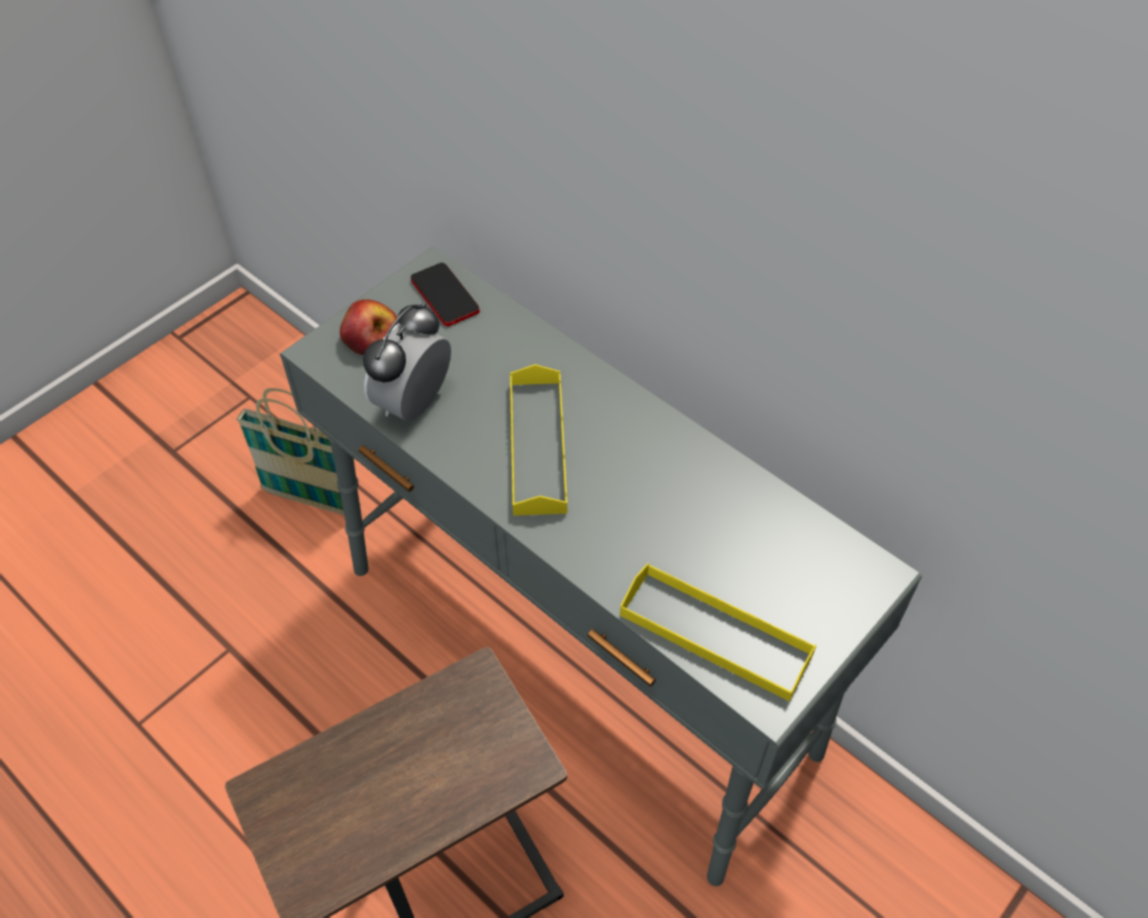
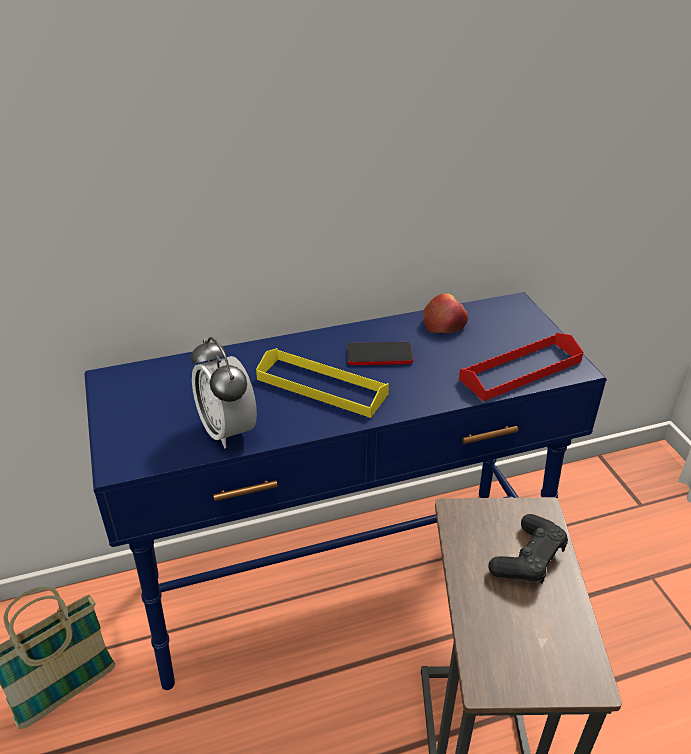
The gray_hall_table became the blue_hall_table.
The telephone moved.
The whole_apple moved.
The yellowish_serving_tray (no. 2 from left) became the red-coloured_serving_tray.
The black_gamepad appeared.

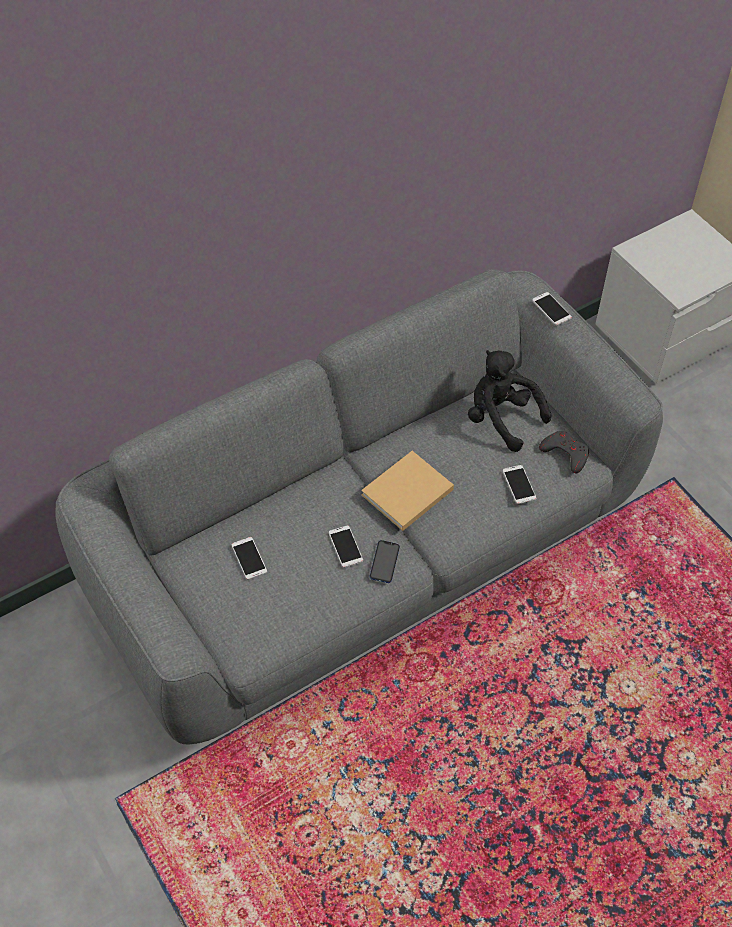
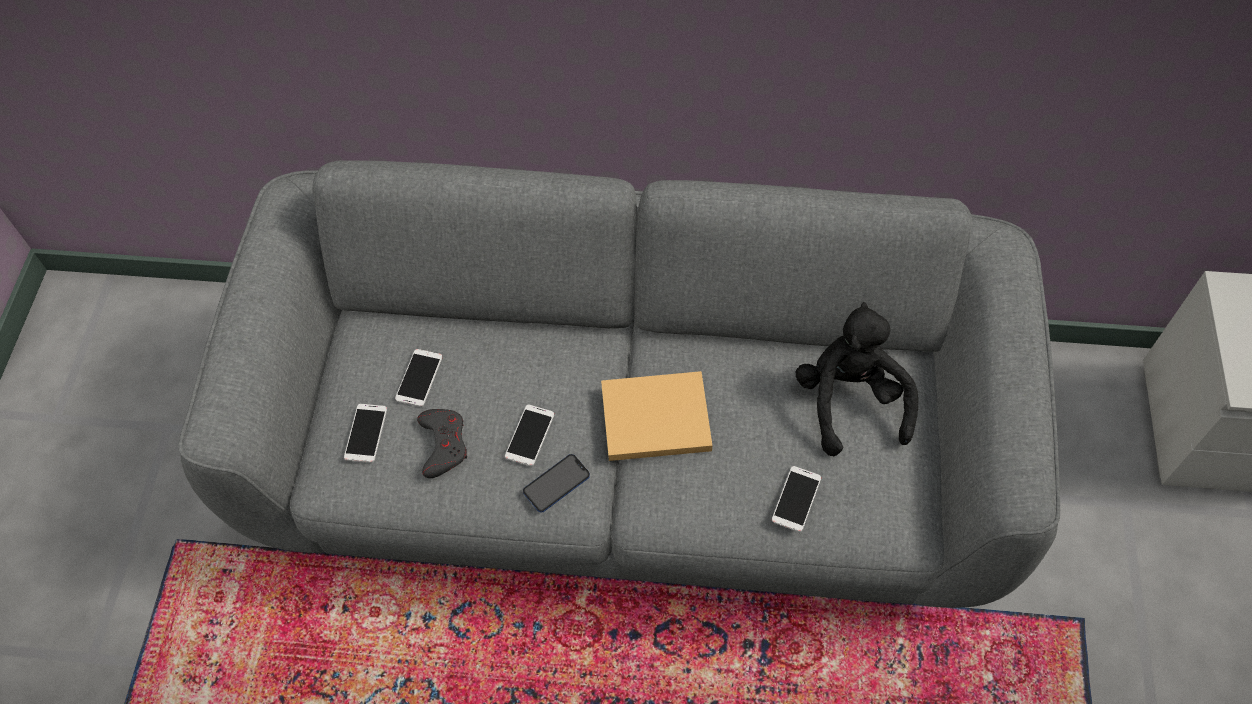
The telephone (no. 5 from left in the first image) moved.
The gray_gamepad moved.

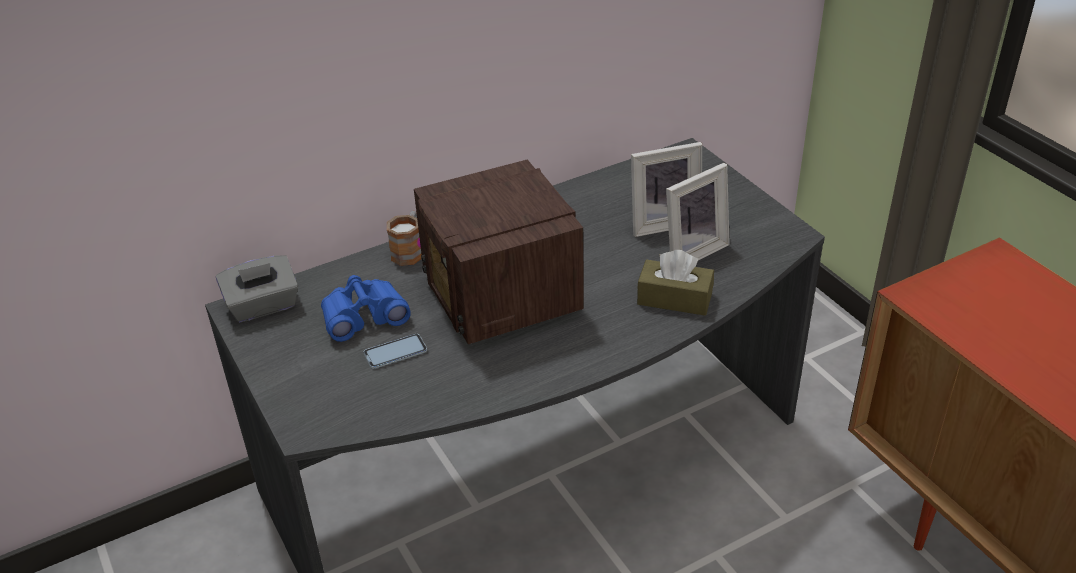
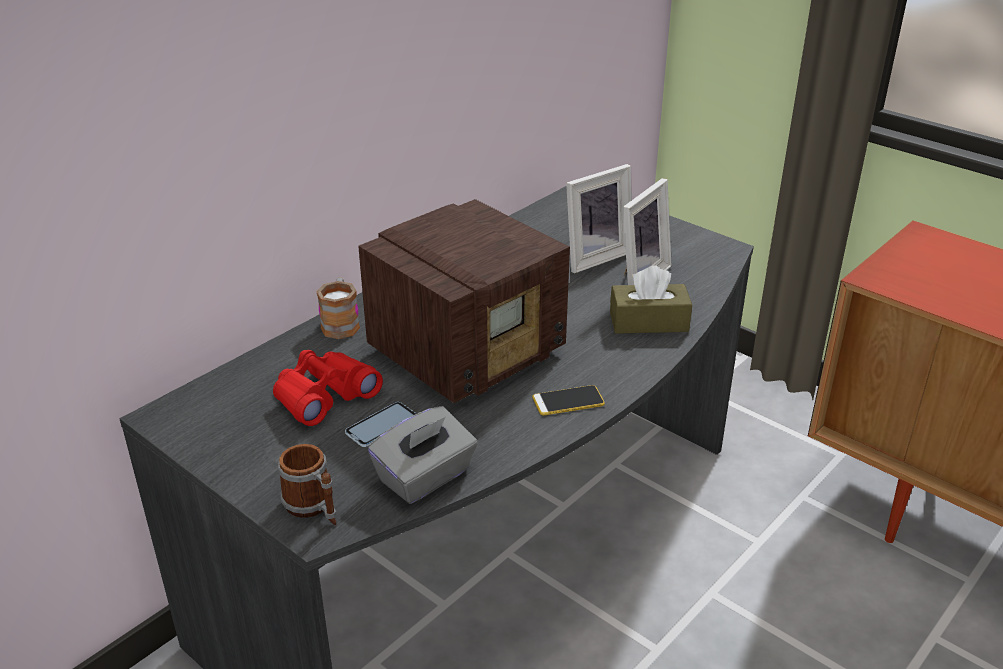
The blue_field_glasses became the red-coloured_field_glasses.
The tea_mug (no. 1 from left) appeared.
The radio turned 90 degrees counterclockwise.
The gray_tissue_holder moved.
The telephone (no. 2 from left) appeared.

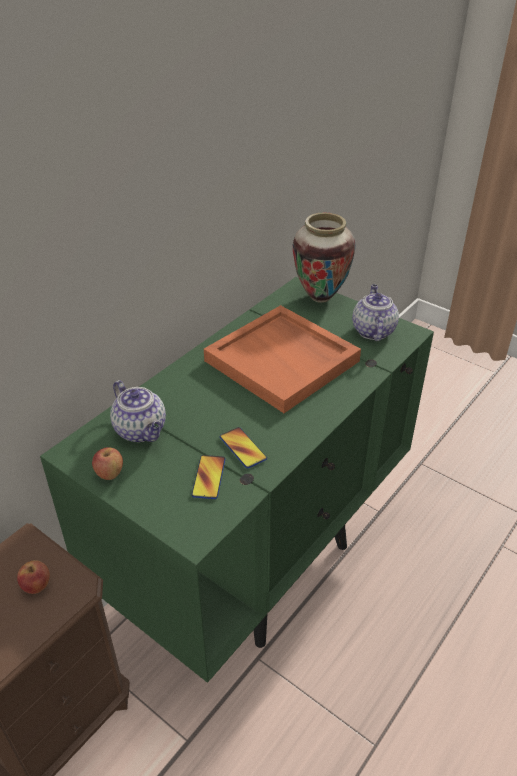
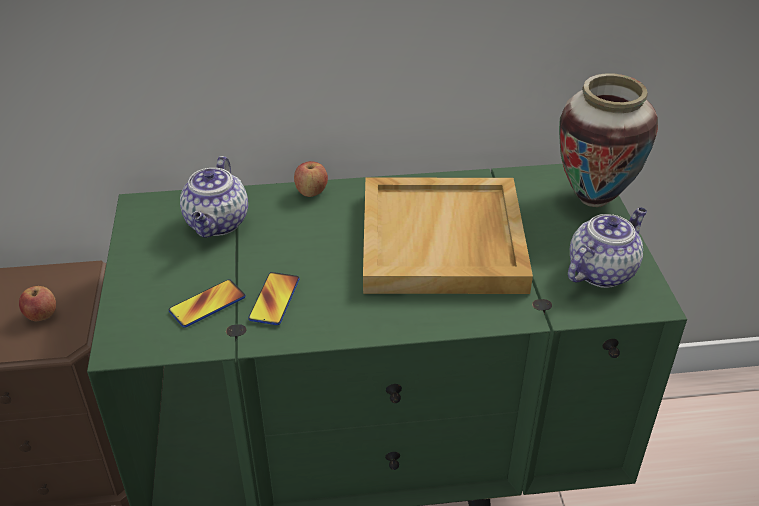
The whole_apple (no. 2 from left) moved.
The orangey_serving_tray became the beige_serving_tray.

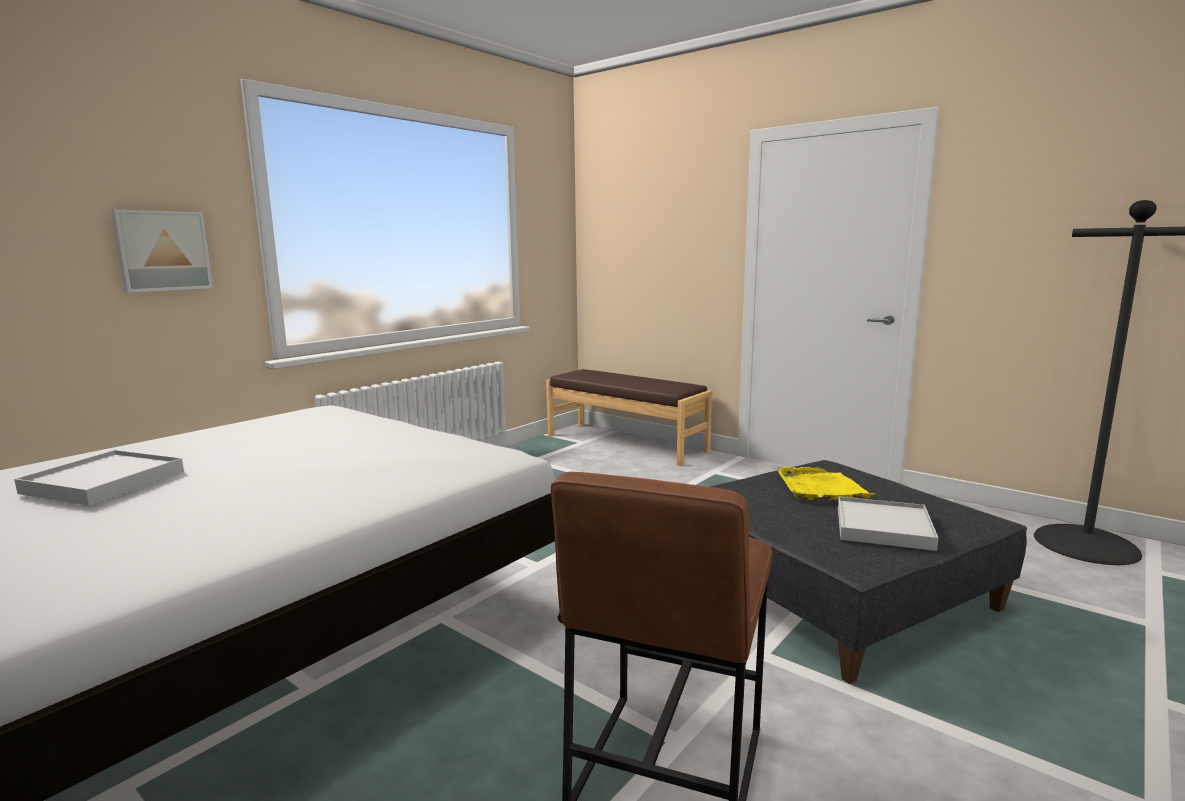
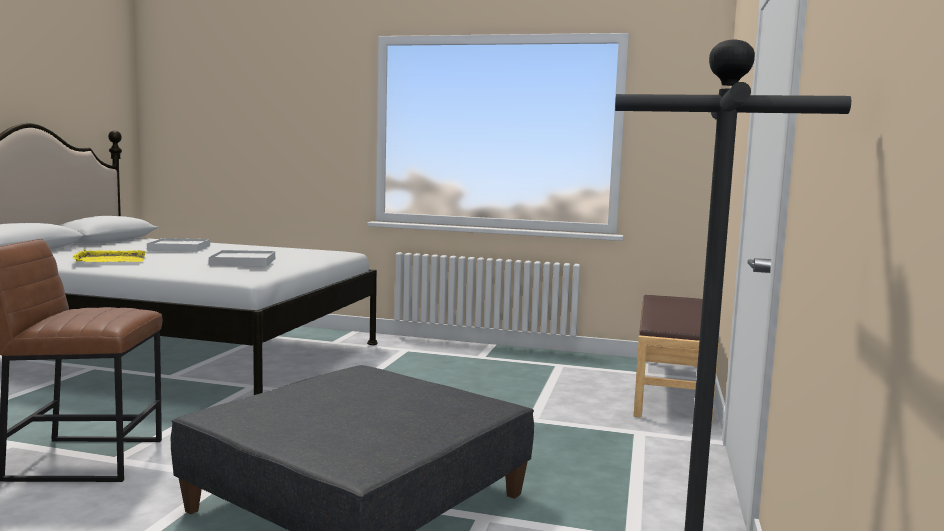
The yellowish_serving_tray moved.
The white_serving_tray (no. 2 from left) moved.
The wall_picture disappeared.

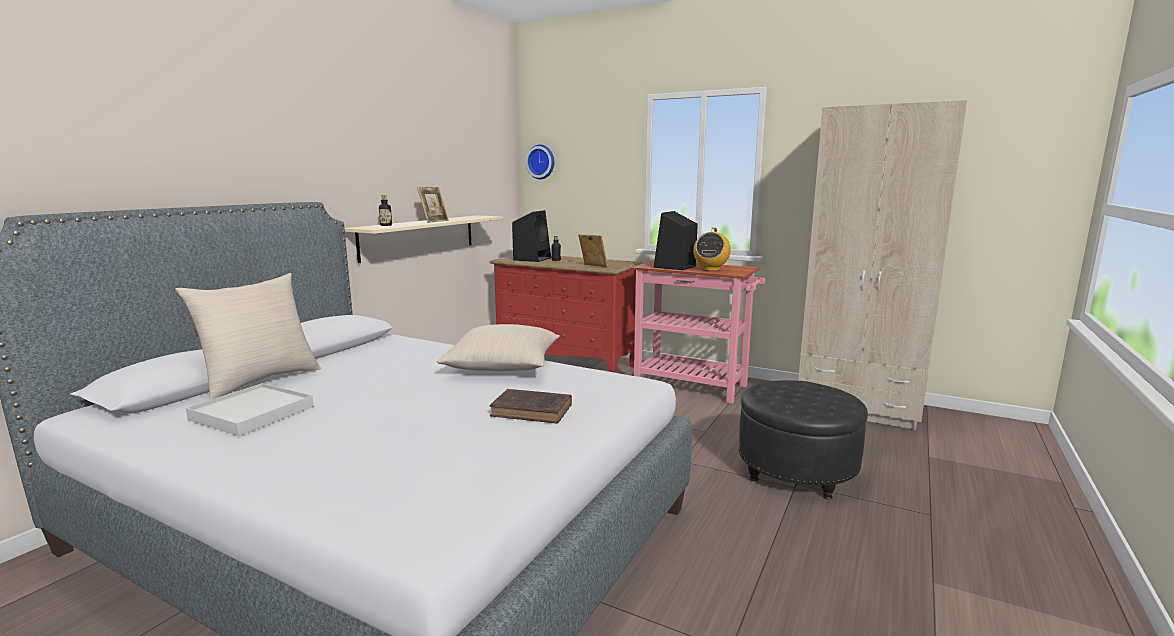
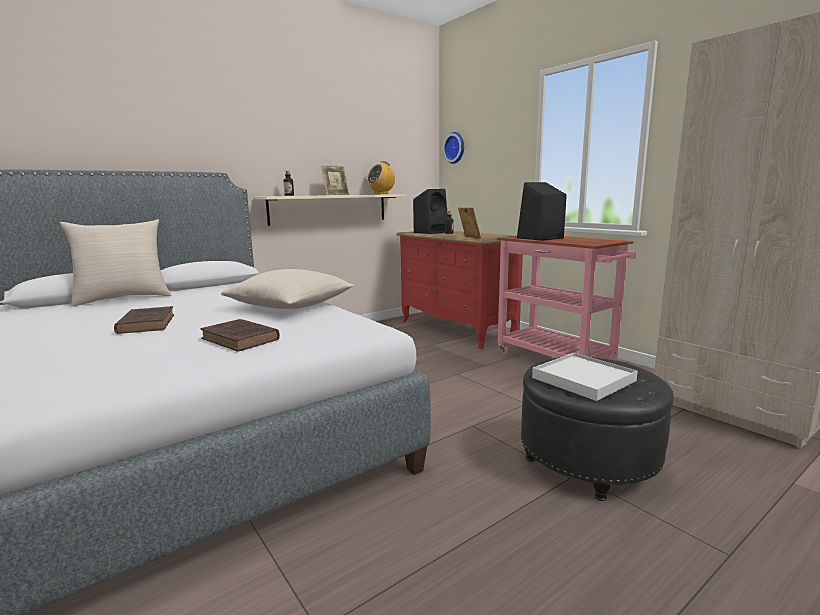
The brown_volume (no. 1 from left) appeared.
The radio moved.
The white_serving_tray moved.

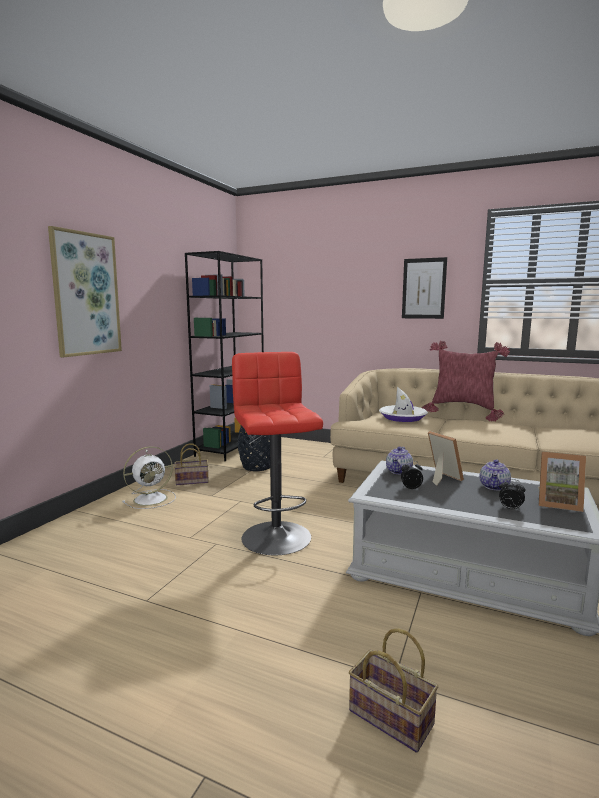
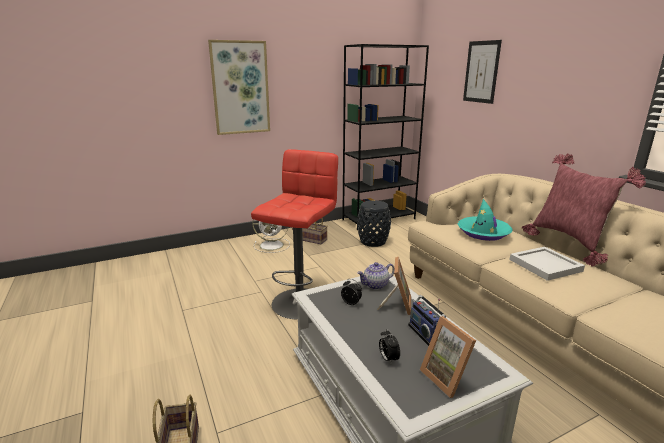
The teapot (no. 2 from left) was replaced by the radio.
The white_hat became the turquoise-coloured_hat.
The wall_picture (no. 2 from left) moved.
The white_serving_tray appeared.

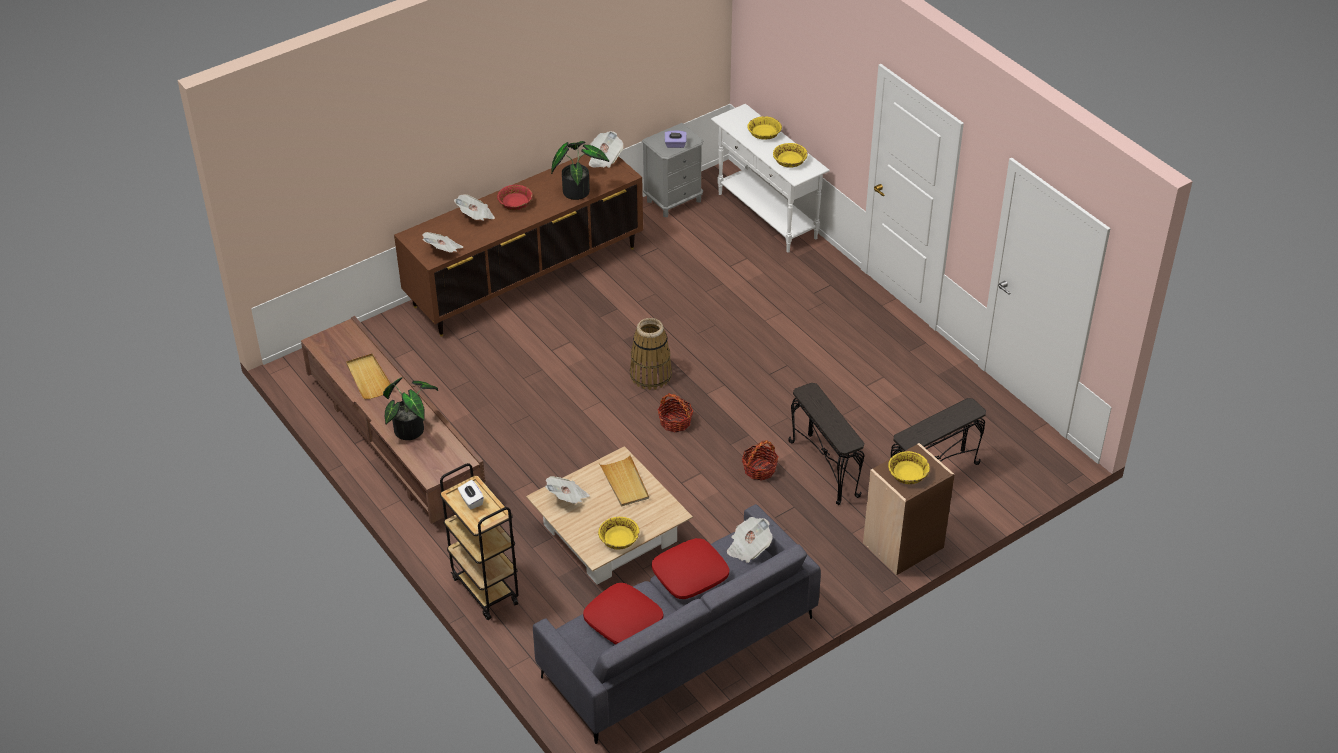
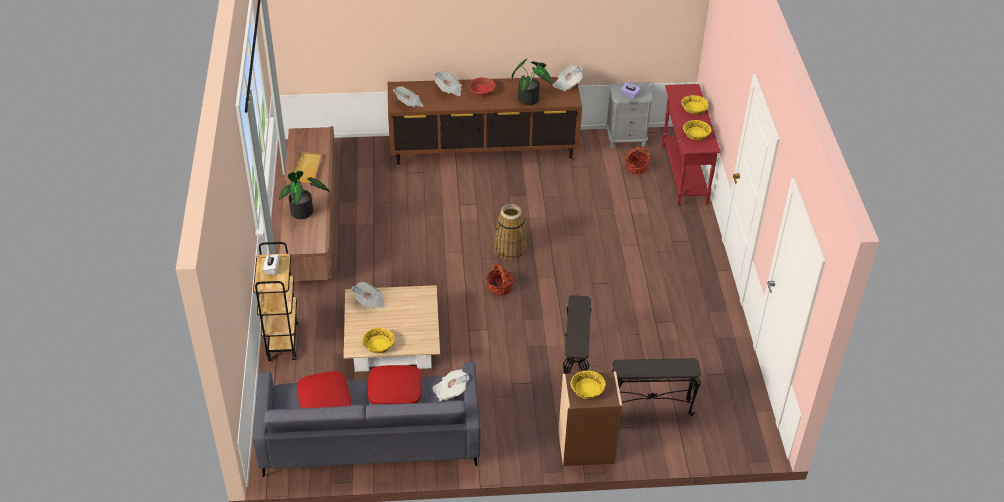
The basket (no. 3 from left) moved.
The white_hall_table became the red-coloured_hall_table.
The beige_serving_tray (no. 2 from left) disappeared.

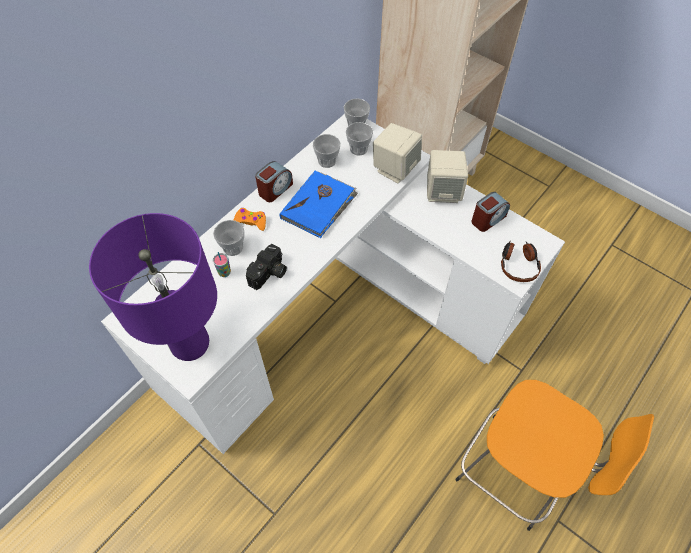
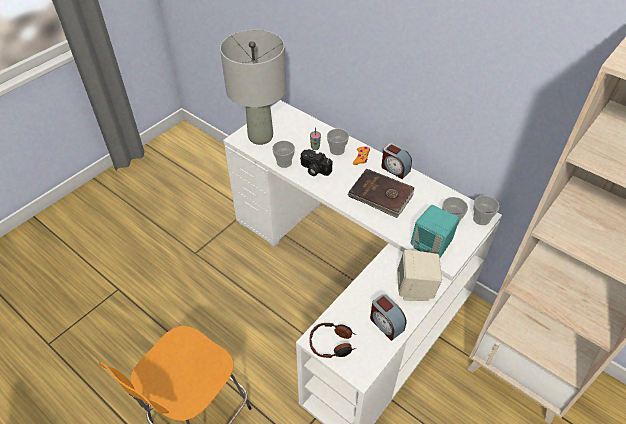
The purplish_table_lamp became the gray_table_lamp.
The drinking_cup (no. 3 from left in the first image) moved.
The blue_volume became the brown_volume.
The beige_speaker (no. 1 from left) became the turquoise-coloured_speaker.

